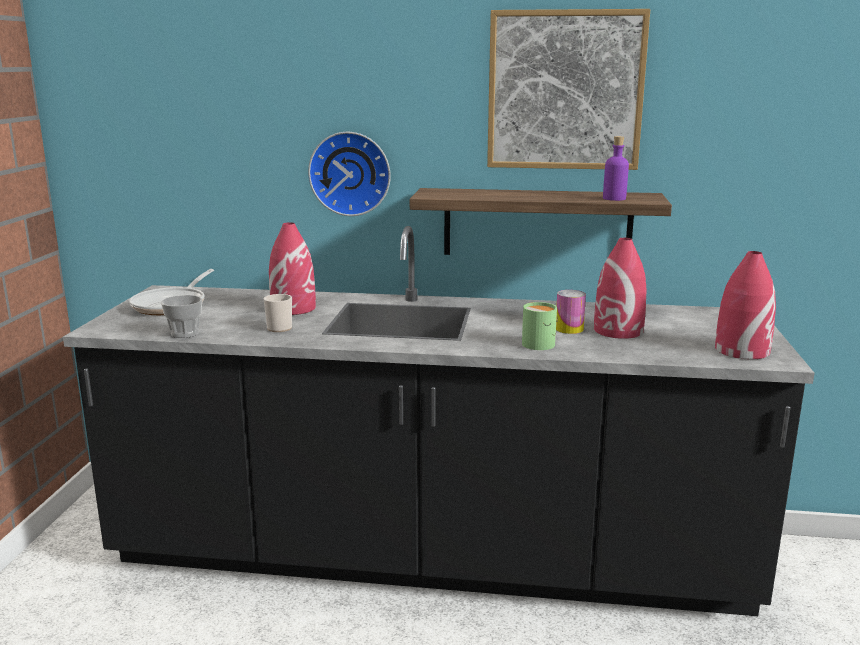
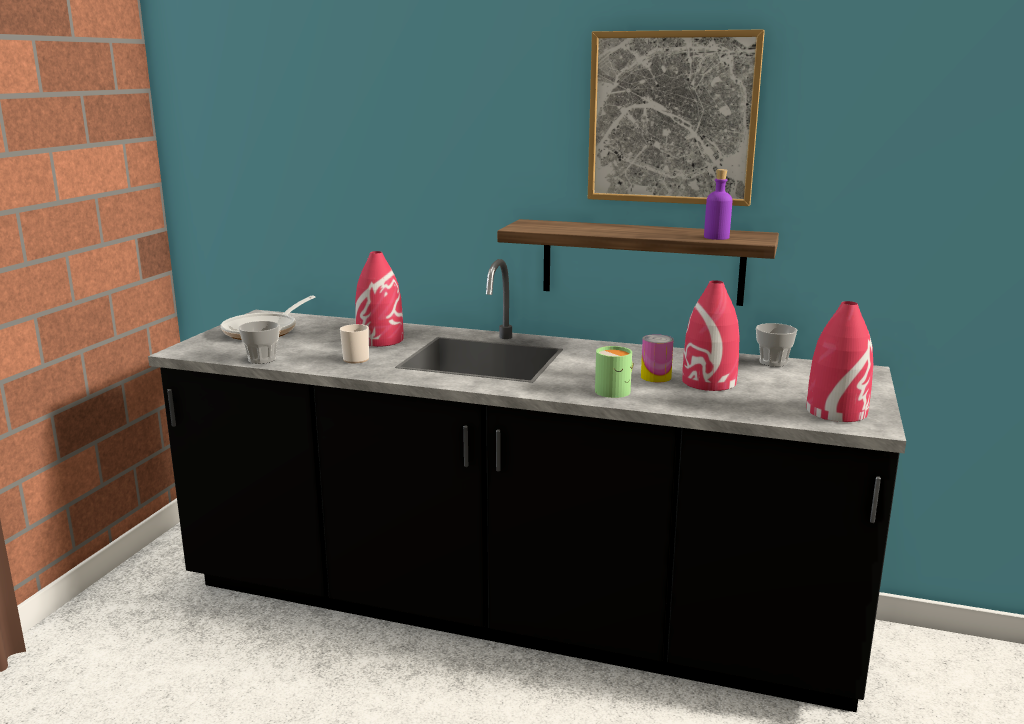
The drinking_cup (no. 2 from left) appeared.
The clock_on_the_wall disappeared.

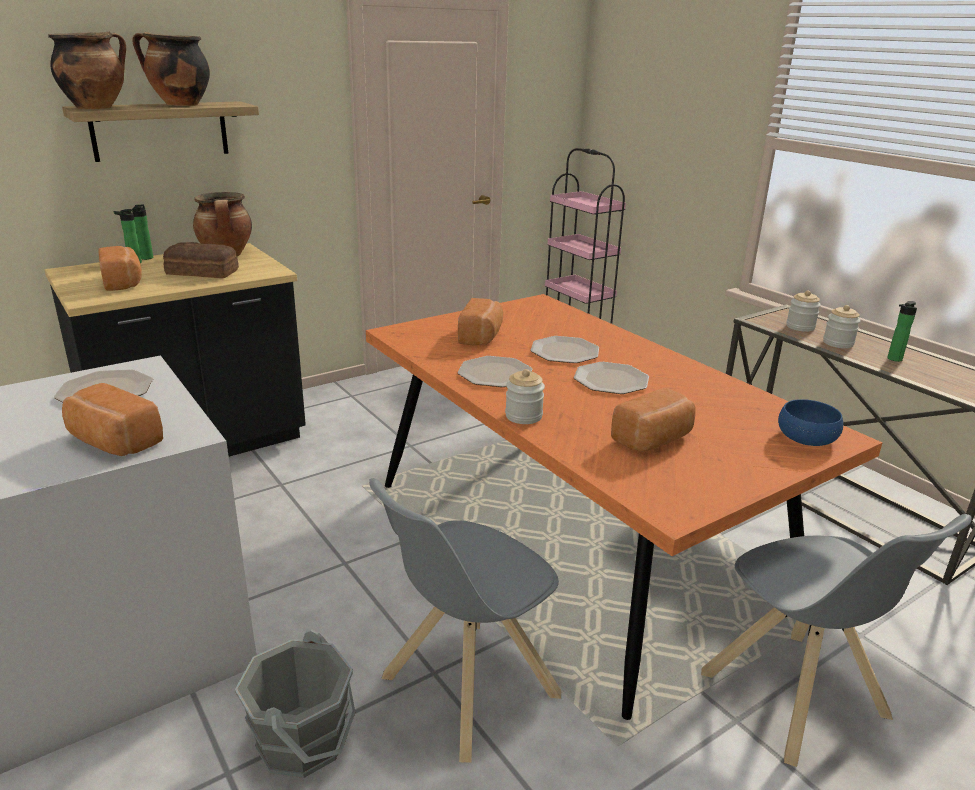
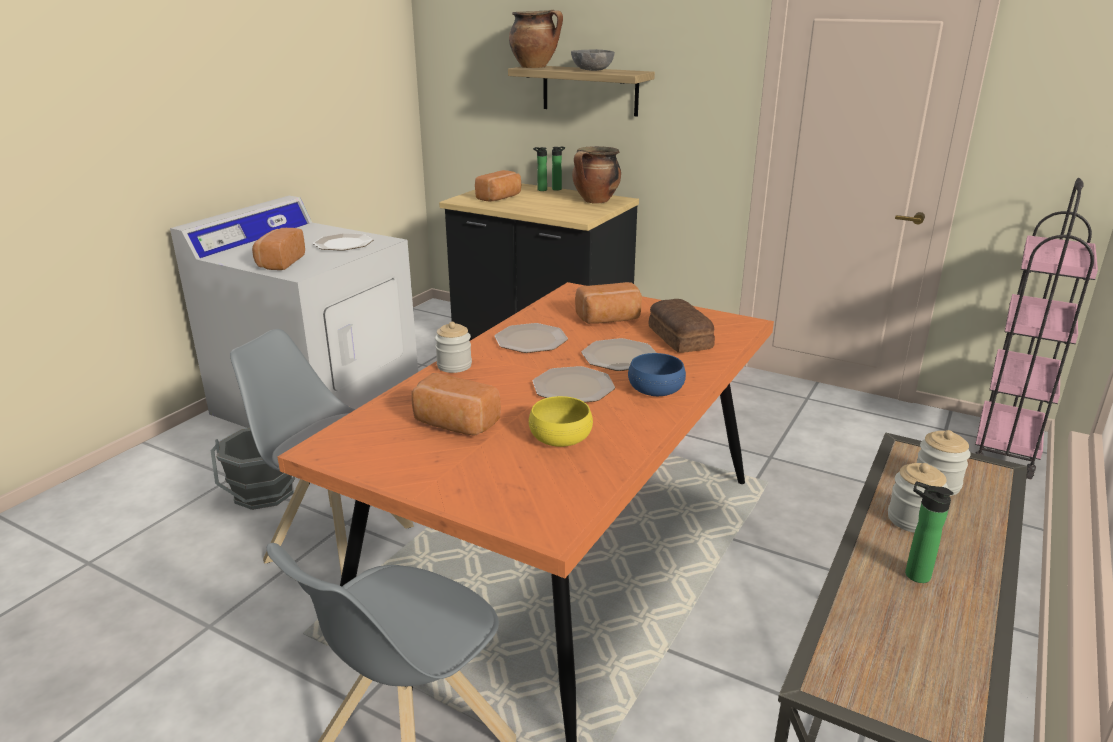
The yellowish_bowl appeared.
The saucepot (no. 2 from left) was replaced by the gray_bowl.
The blue_bowl moved.
The bakery_bread (no. 3 from left in the first image) moved.

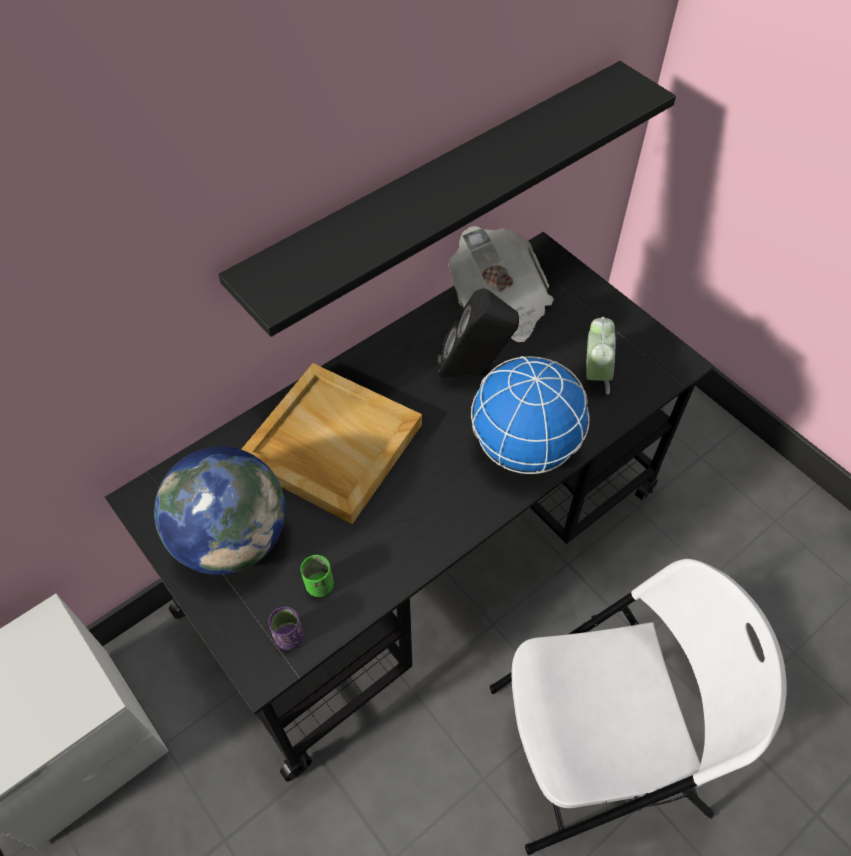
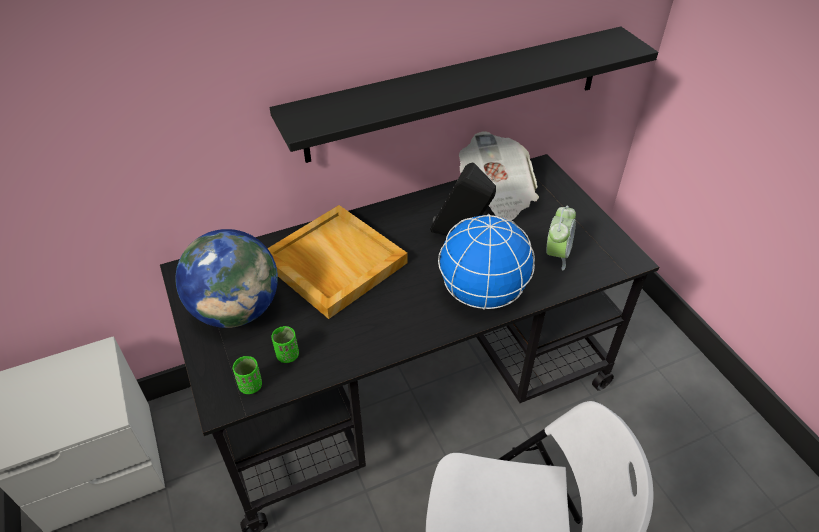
The purplish_drinking_cup became the green_drinking_cup (no. 1 from left).

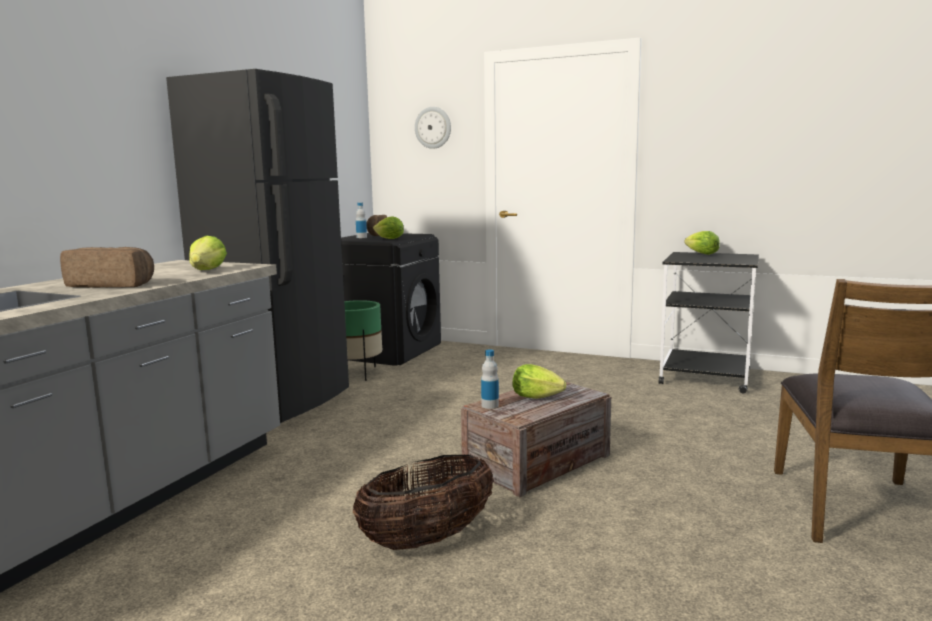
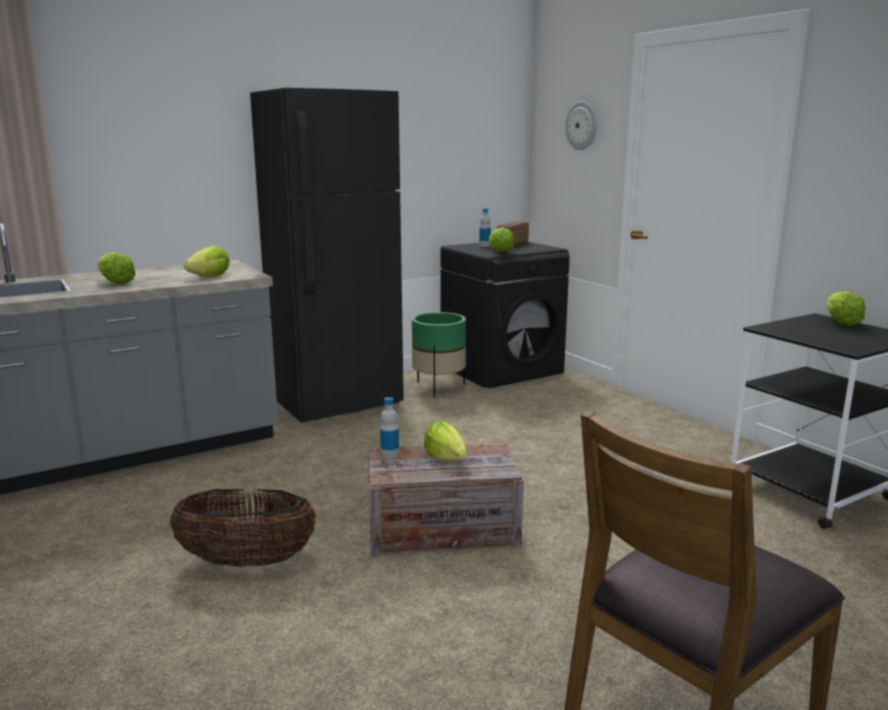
The bakery_bread (no. 1 from left) was replaced by the lettuce_head (no. 1 from left).

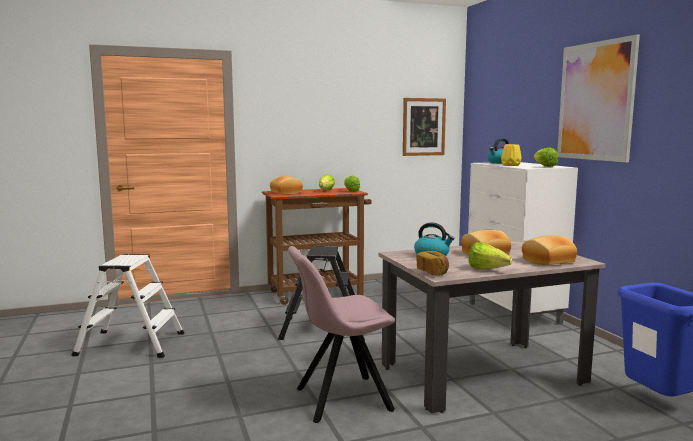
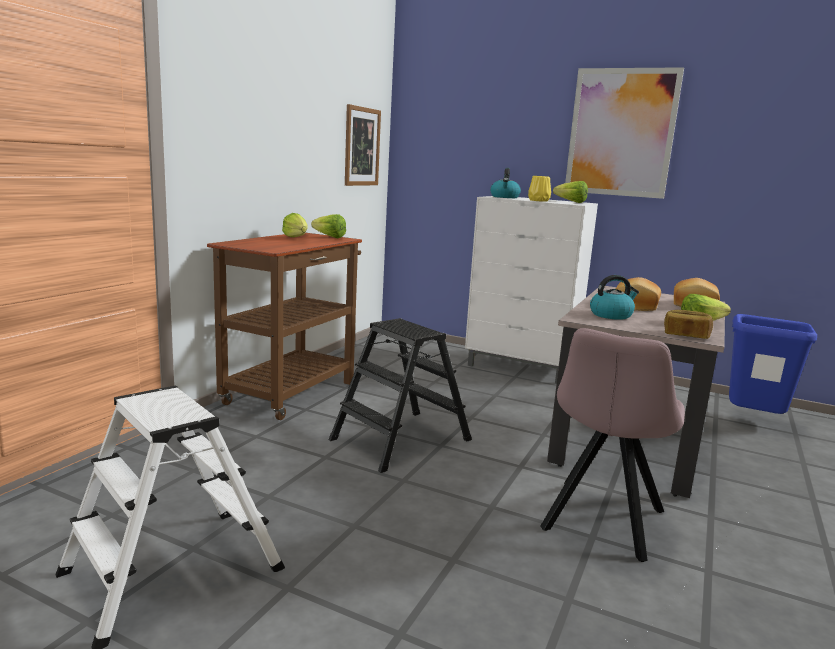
The bakery_bread (no. 1 from left) disappeared.

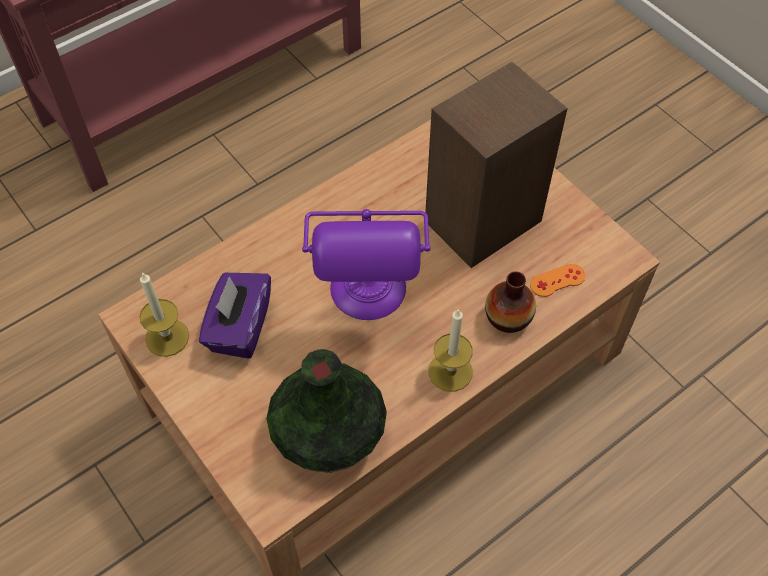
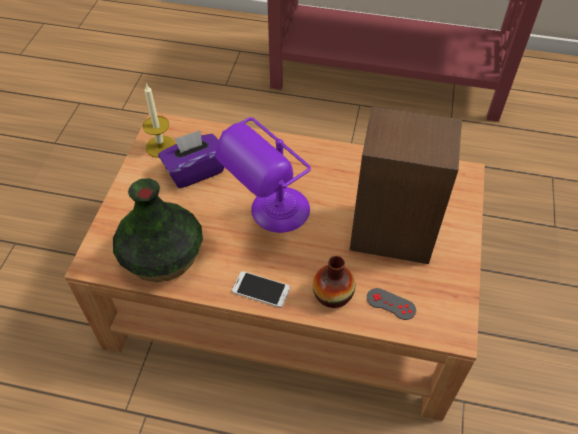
The wax_candle (no. 2 from left) was replaced by the telephone.
The orangey_gamepad became the gray_gamepad.

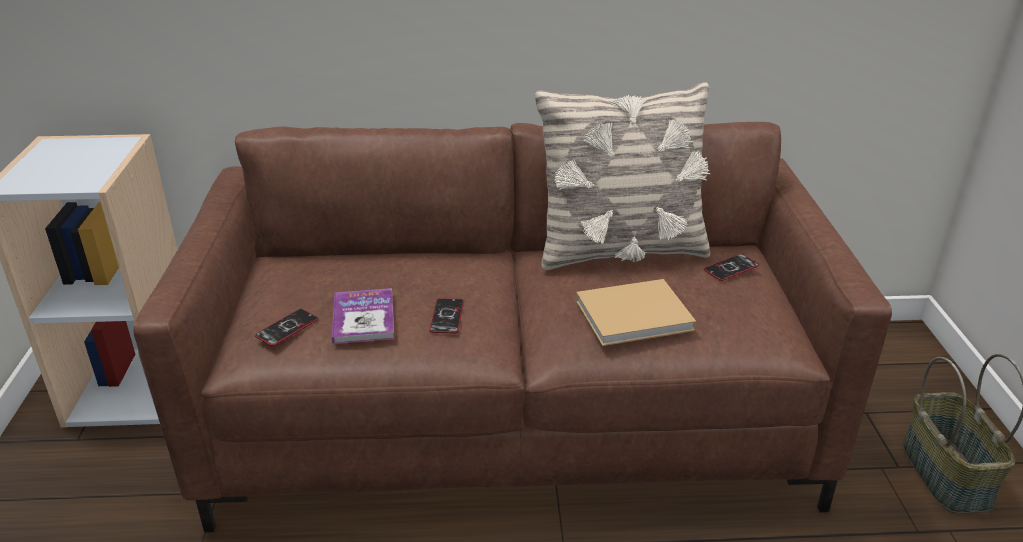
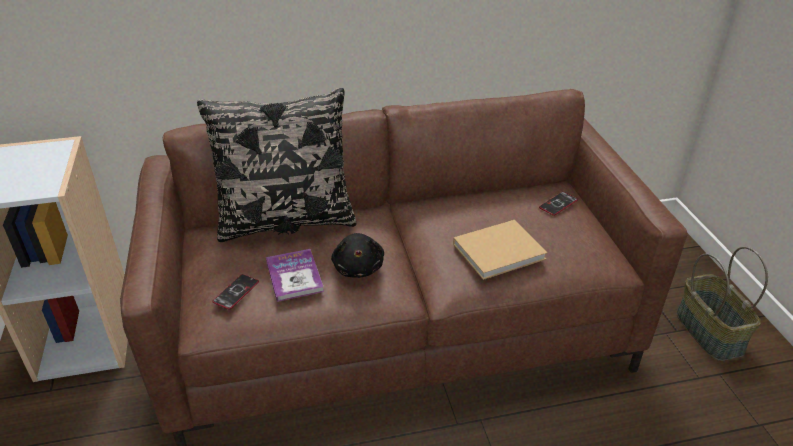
The black_pillow appeared.
The telephone (no. 2 from left) was replaced by the black_plush_toy.
The beige_pillow disappeared.

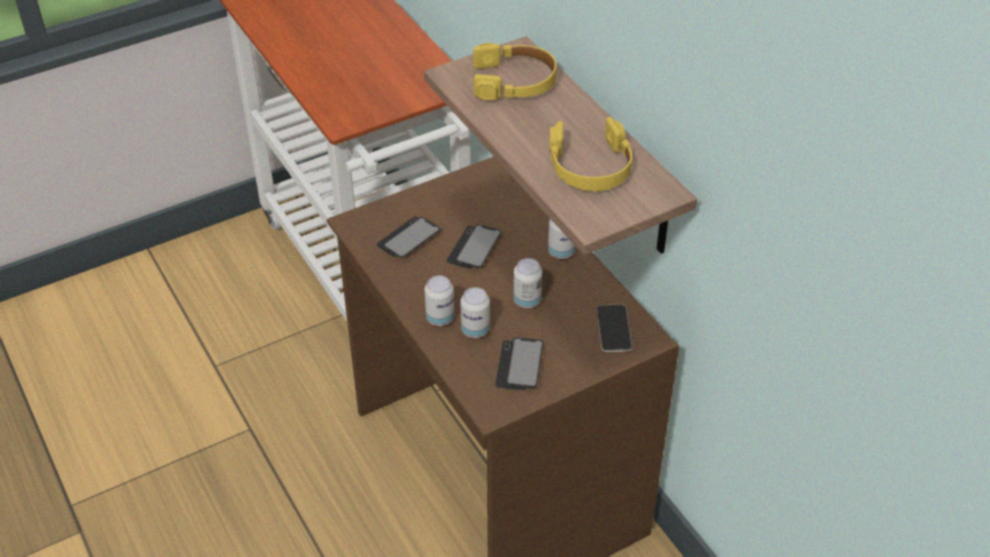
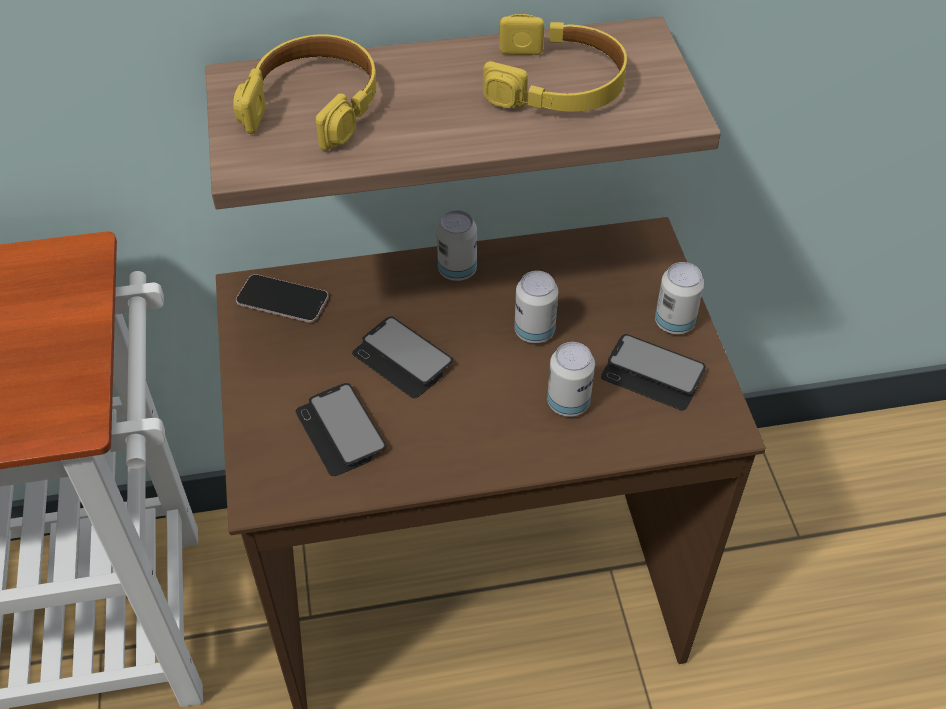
The telephone (no. 4 from left in the first image) moved.
The metal_can (no. 1 from left in the first image) moved.

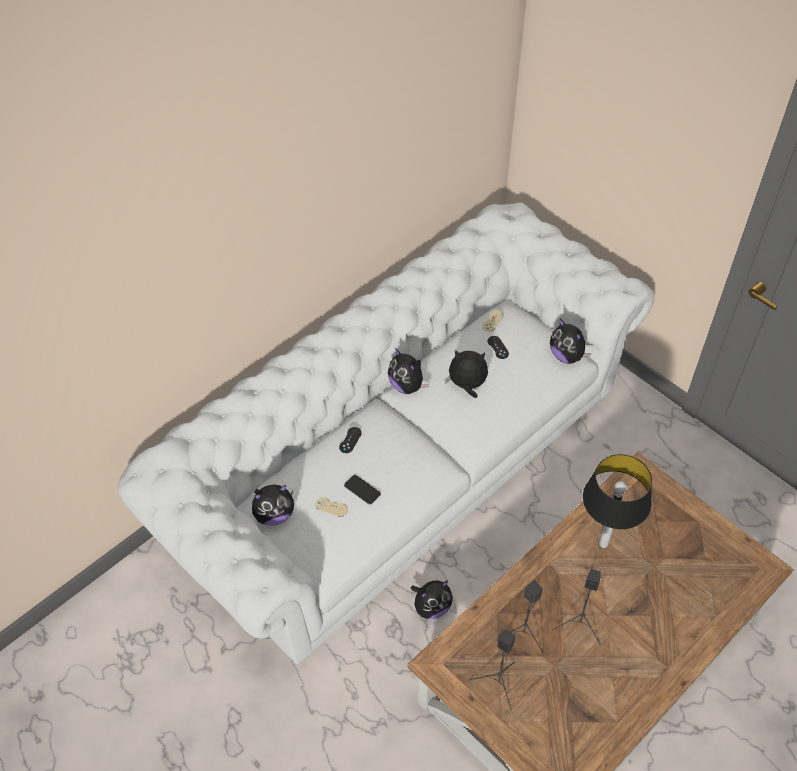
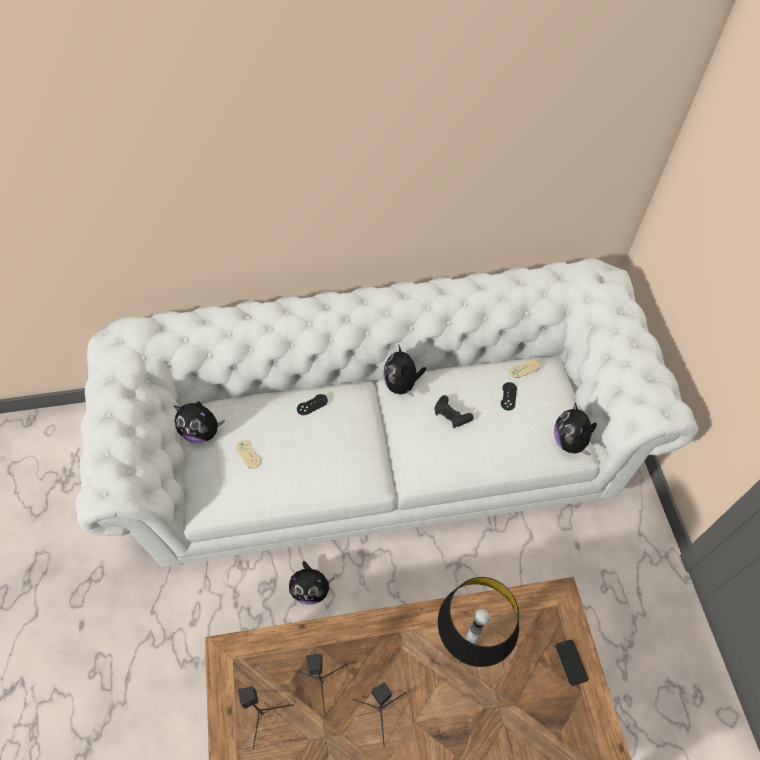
The plush_toy (no. 4 from left) was replaced by the black_gamepad (no. 2 from left).
The telephone moved.

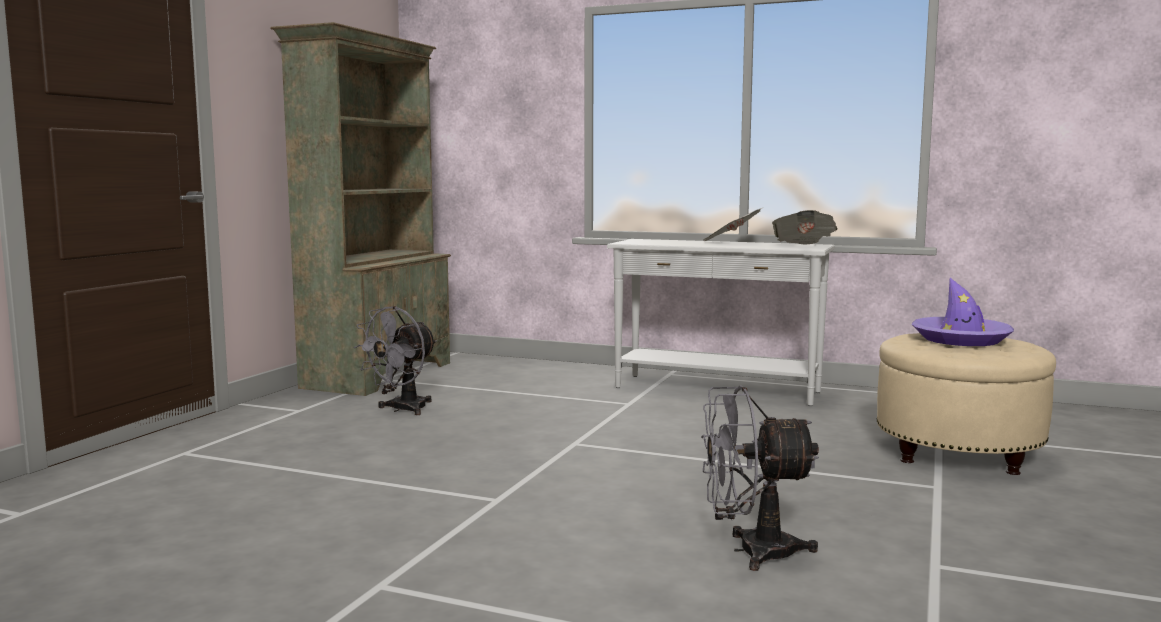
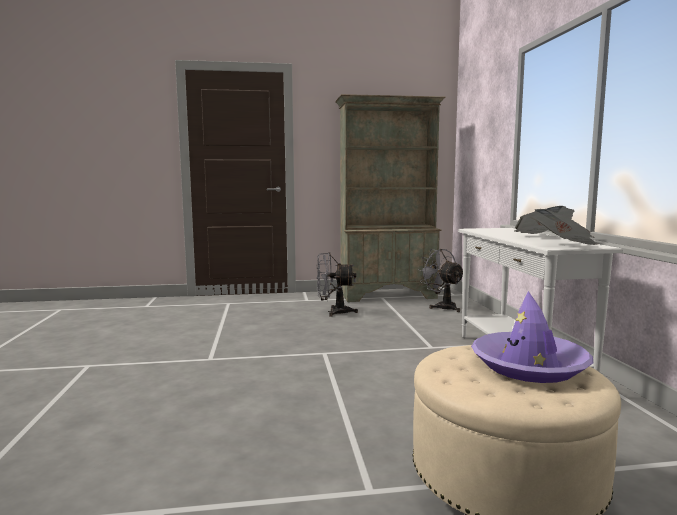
The gray_fan (no. 2 from left) moved.

